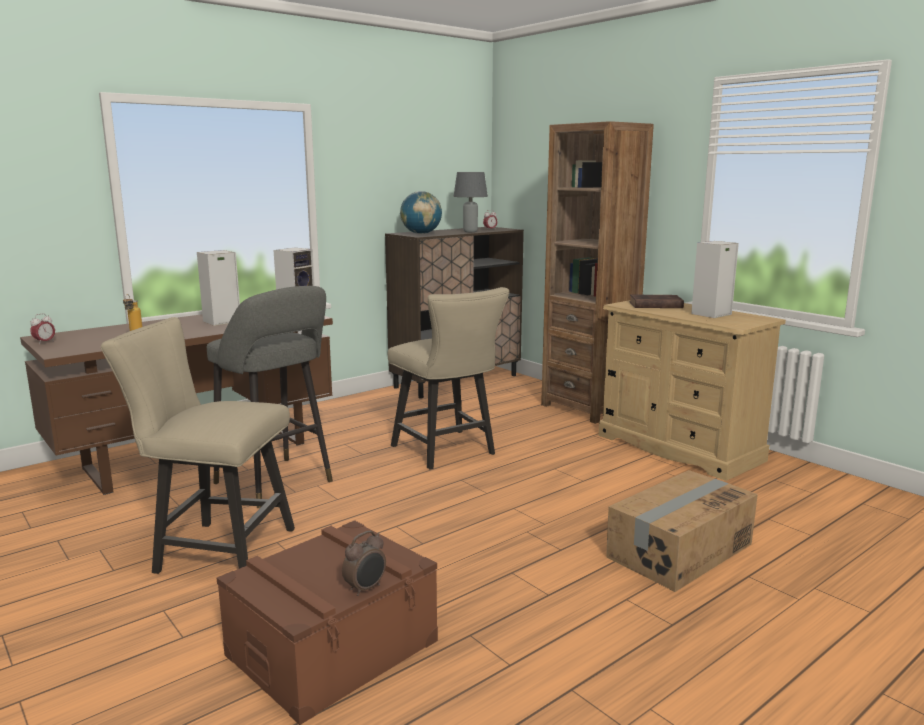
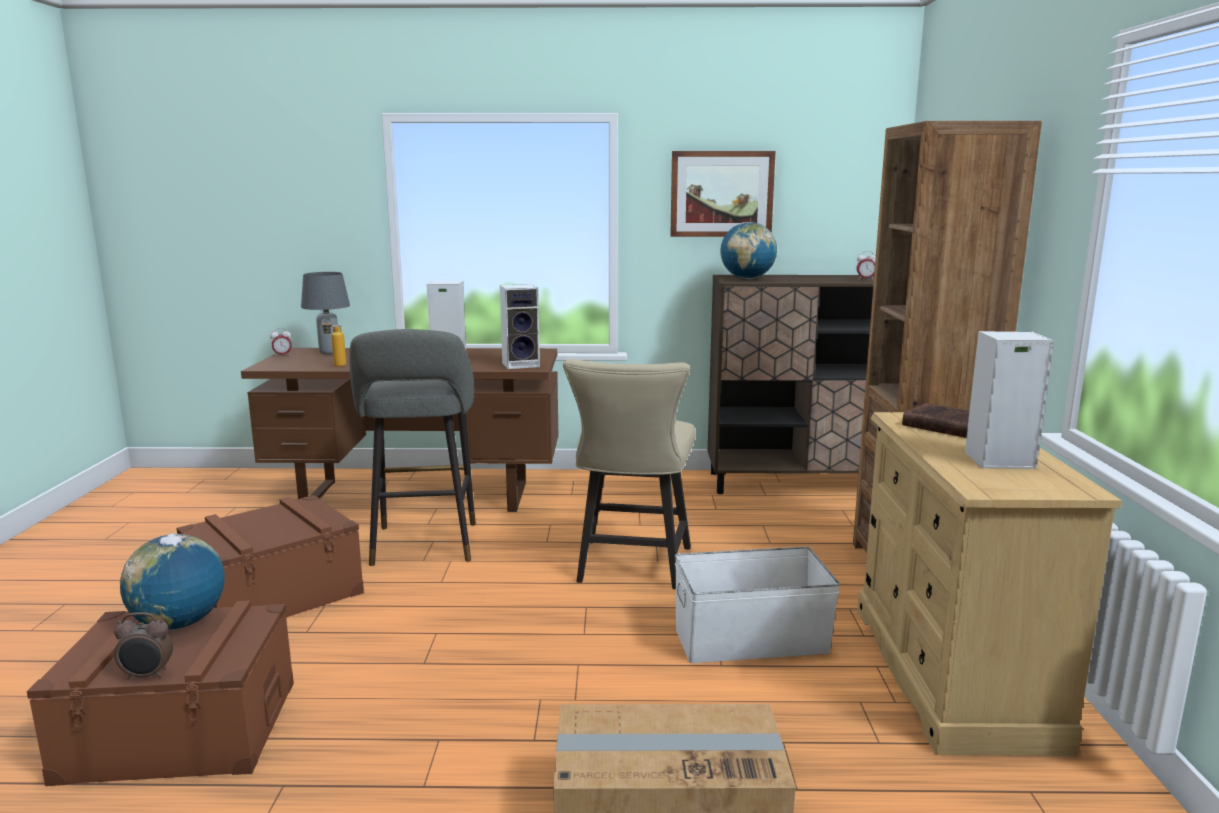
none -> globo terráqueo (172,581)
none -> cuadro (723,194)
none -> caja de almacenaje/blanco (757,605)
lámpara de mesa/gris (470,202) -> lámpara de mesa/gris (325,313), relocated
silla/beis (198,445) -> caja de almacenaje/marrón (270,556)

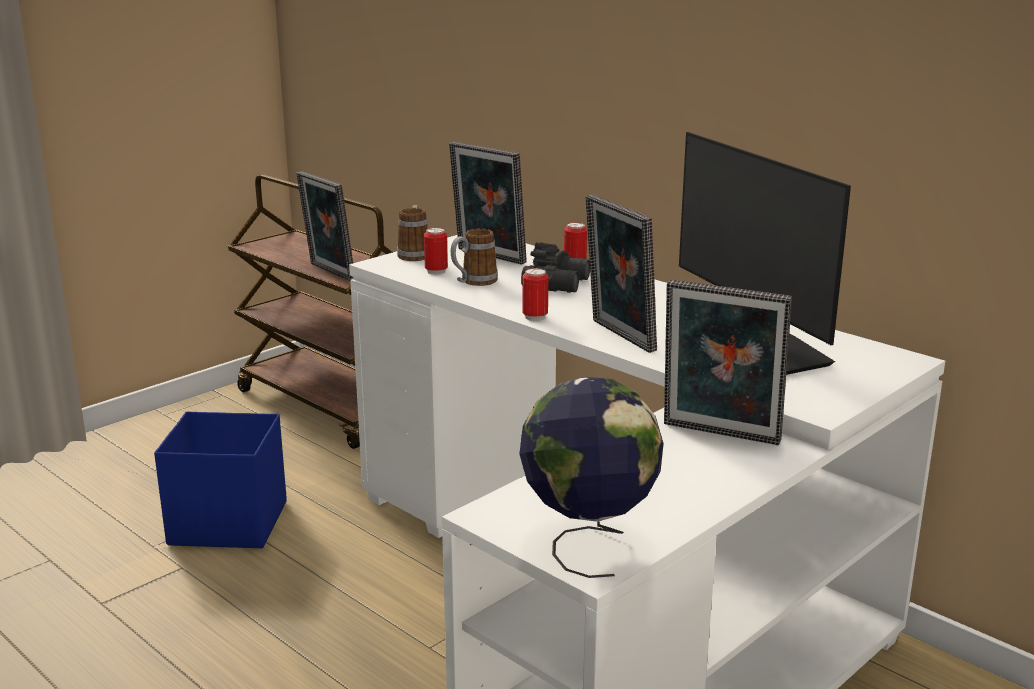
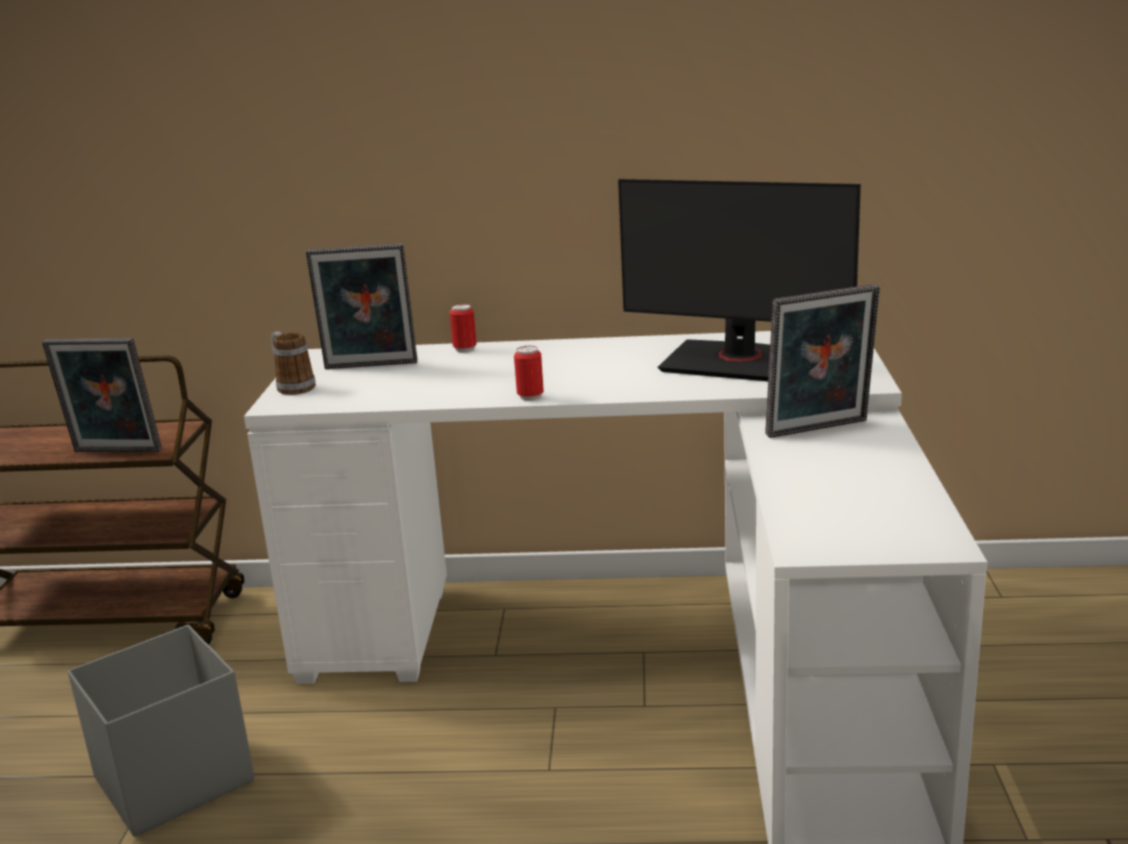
lata (436,251) -> none
taza grande (474,257) -> none
globo terráqueo (591,477) -> none
prismáticos/negro (555,268) -> none
portarretratos (621,273) -> none
caja de almacenaje/azul (220,479) -> caja de almacenaje/gris (161,731)

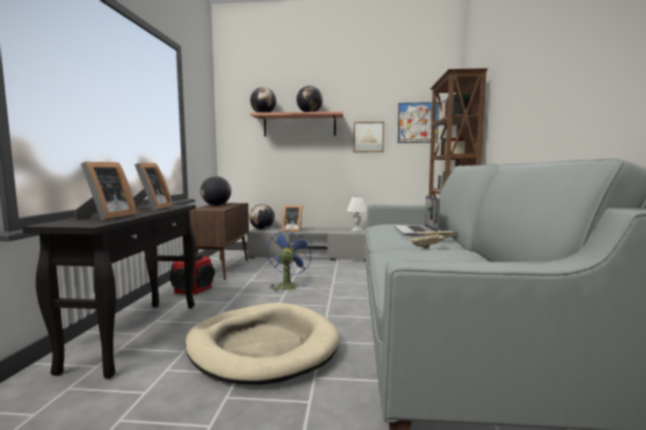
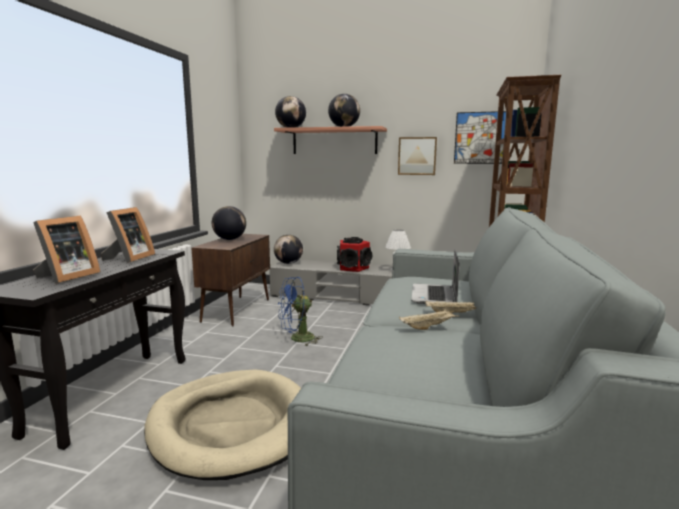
portarretratos (292,218) -> none
altavoz (192,273) -> altavoz (355,254), relocated
ventilador/azul (289,260) -> ventilador/azul (300,311), 135 degrees counterclockwise

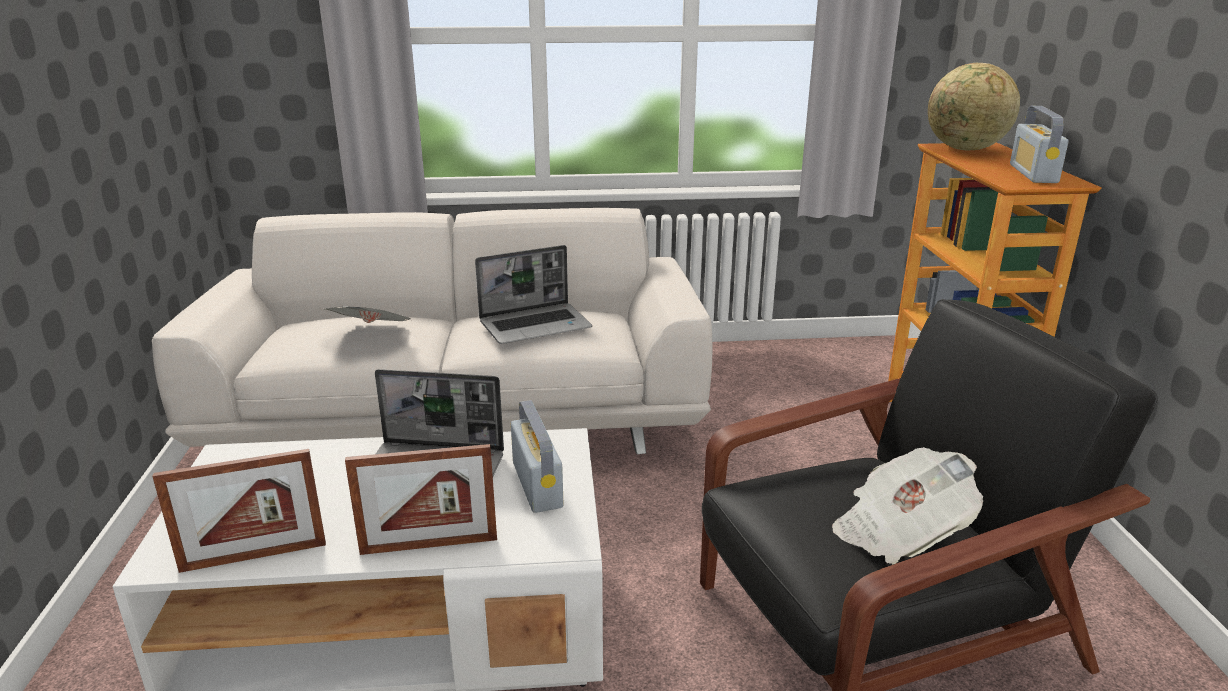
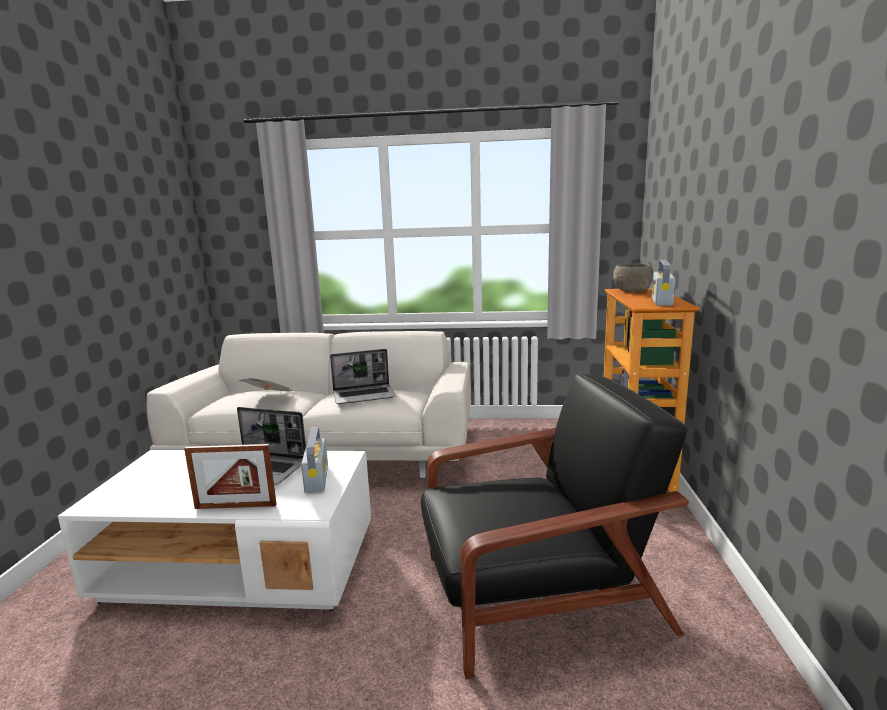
portarretratos (239,511) -> none
periódico (907,505) -> none
globo terráqueo (974,107) -> cuenco/gris (633,277)

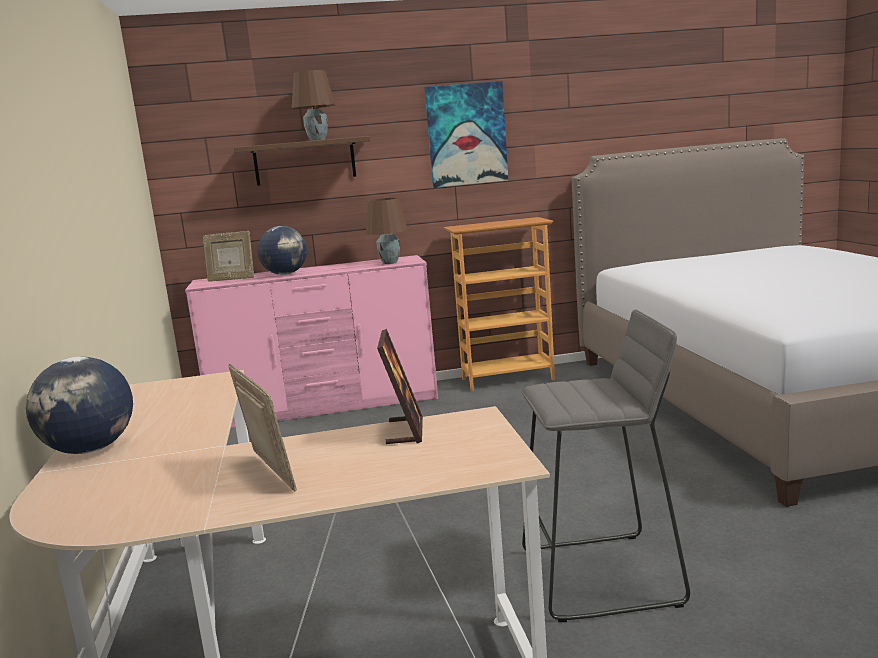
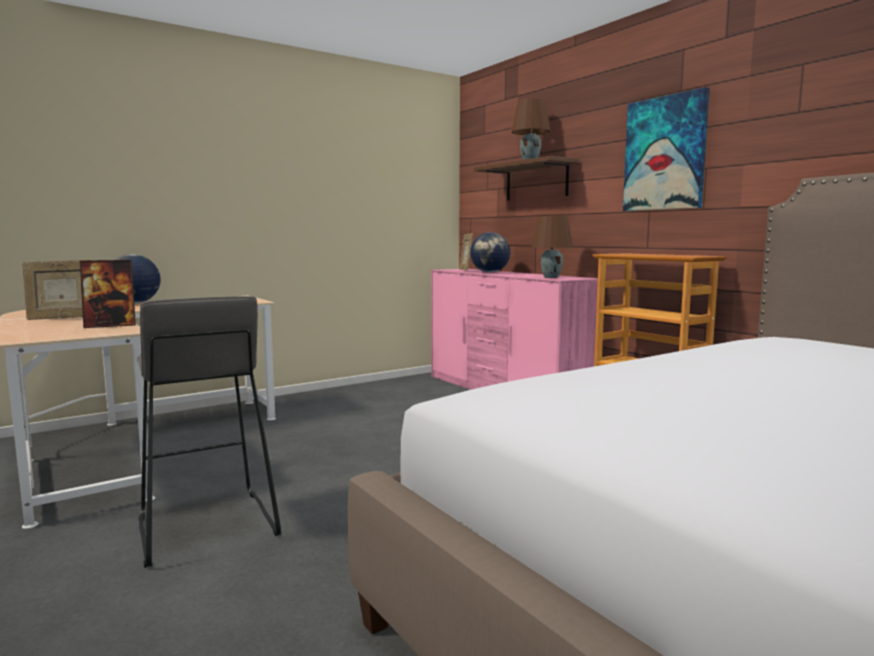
portarretratos (262,428) -> portarretratos (55,290), 45 degrees clockwise

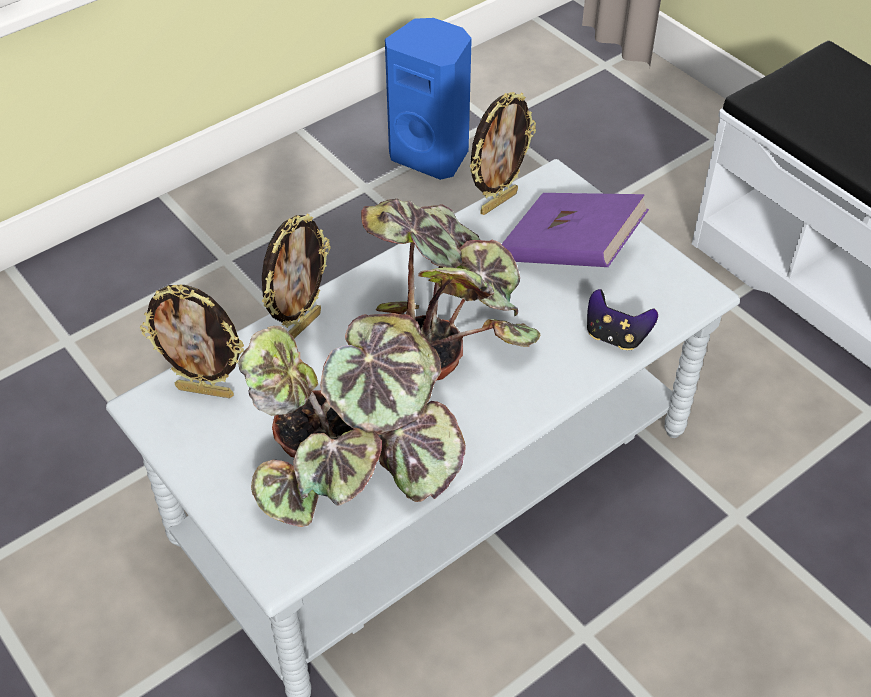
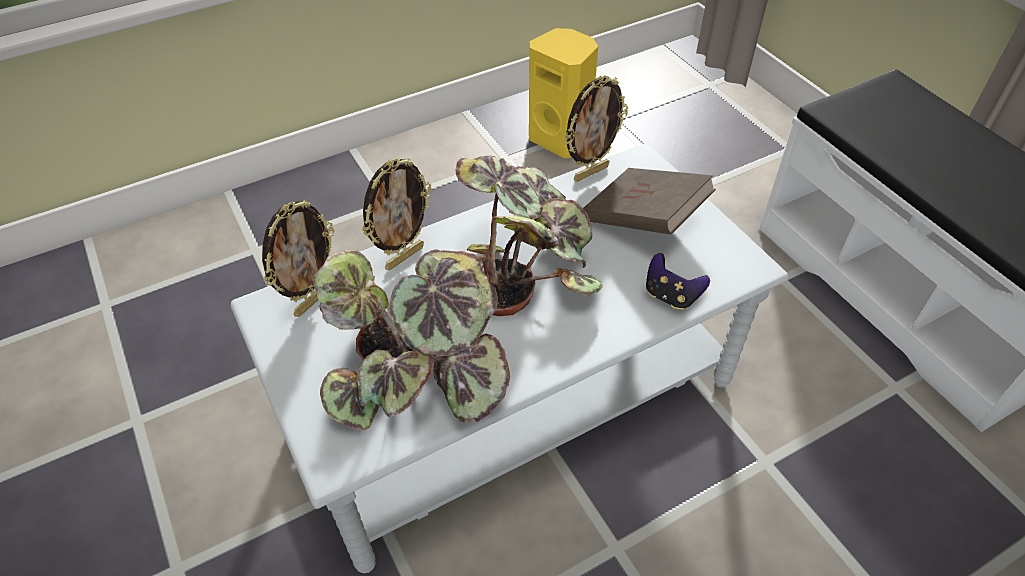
altavoz/azul (428,99) -> altavoz/amarillo (563,93)
libro/morado (575,230) -> libro/marrón (649,201)
portarretratos (192,341) -> portarretratos (298,258), 75 degrees counterclockwise

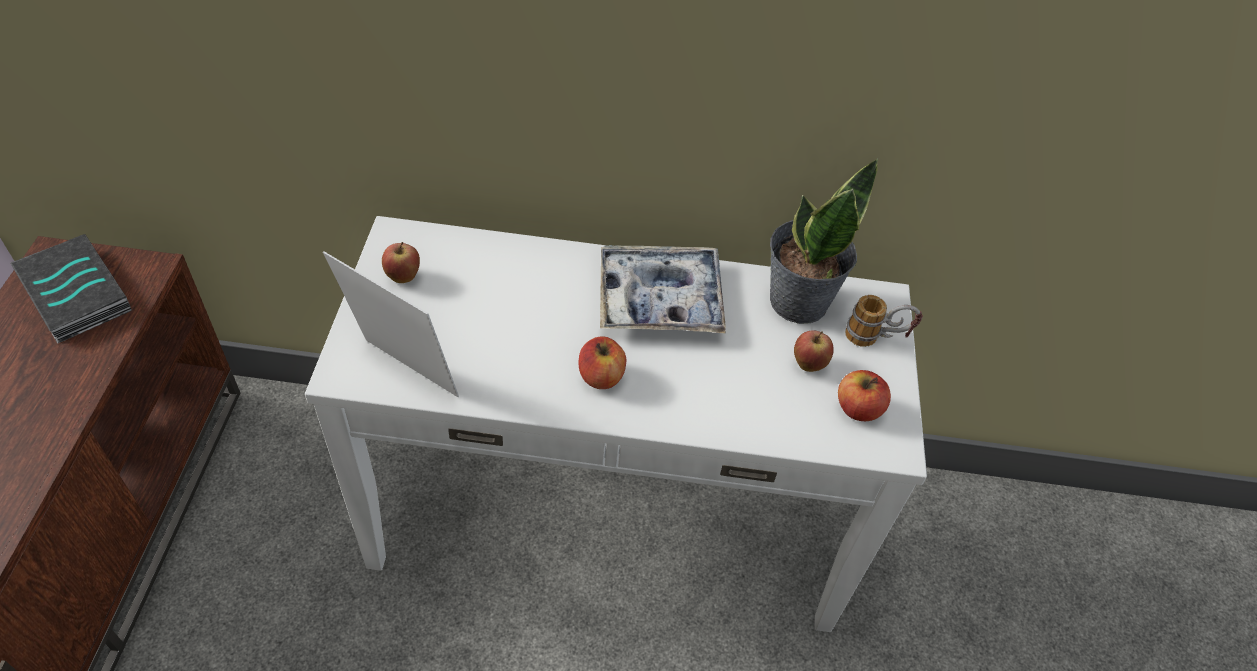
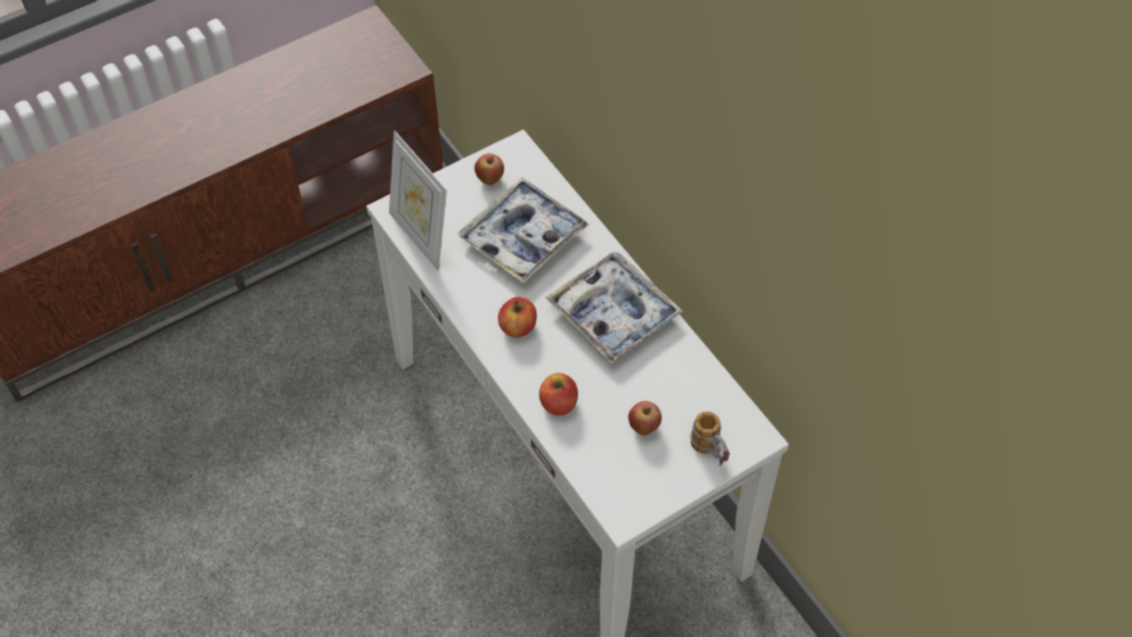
libro (71,288) -> none
planta en maceta (824,241) -> none
none -> bandeja (523,230)
manzana (864,395) -> manzana (558,394), relocated
portarretratos (391,324) -> portarretratos (418,201), 150 degrees clockwise

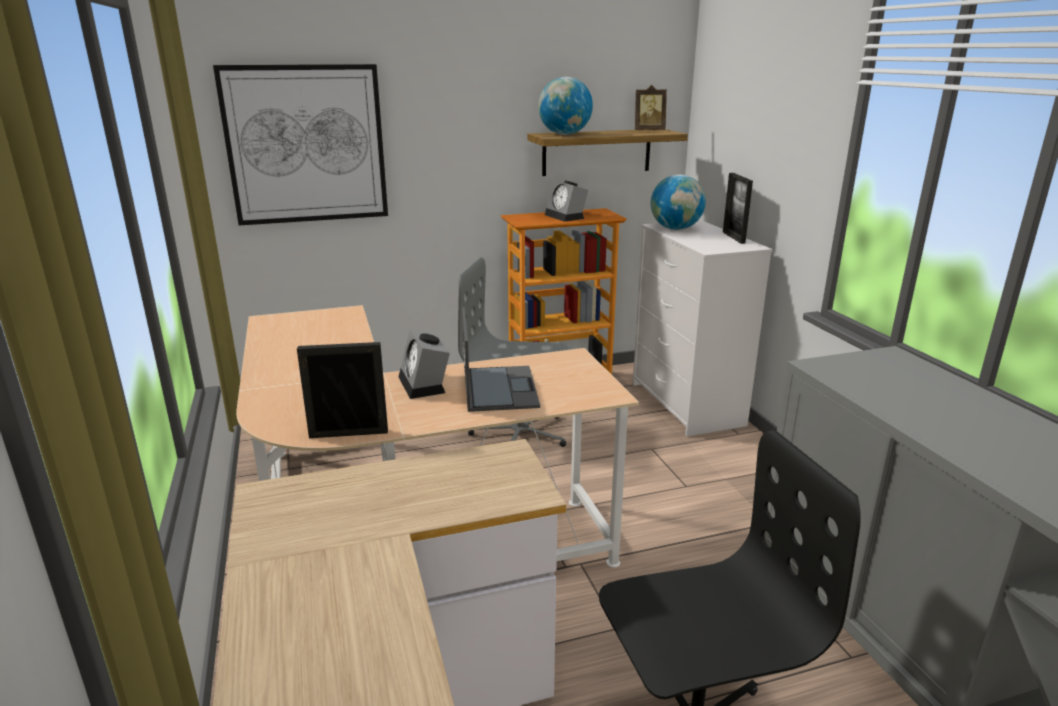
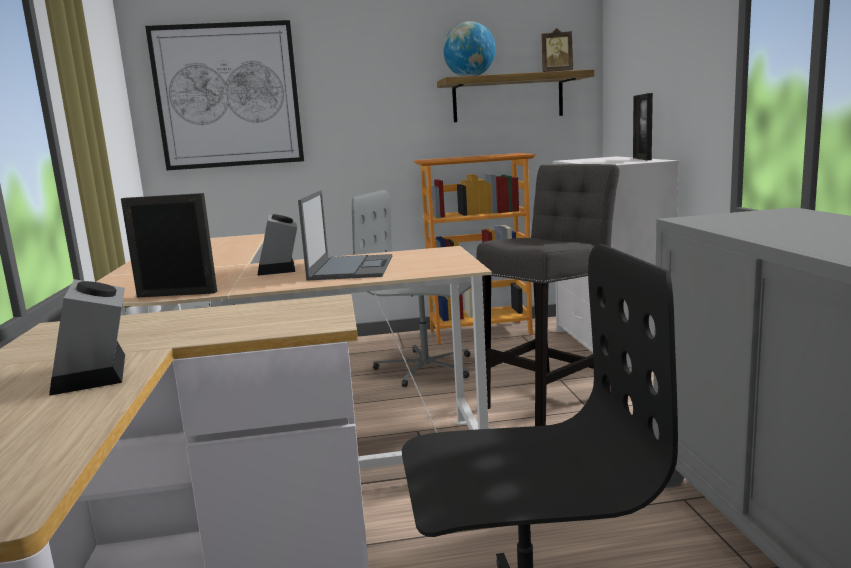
globo terráqueo (678,202) -> none
none -> taburete/gris (548,295)
despertador (566,201) -> despertador (87,337), relocated

